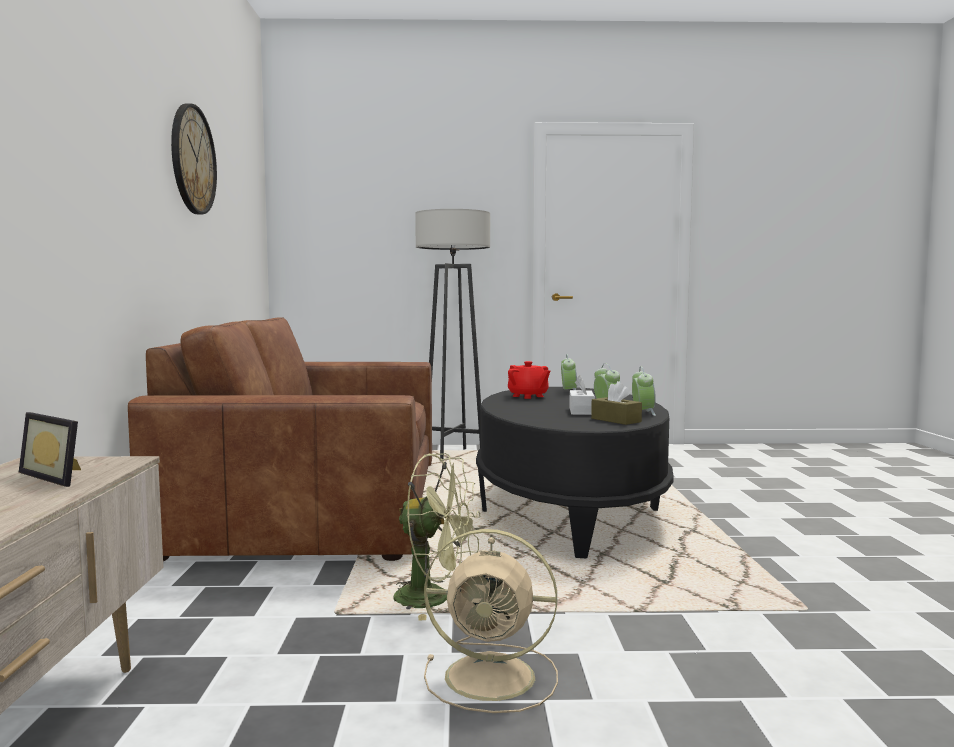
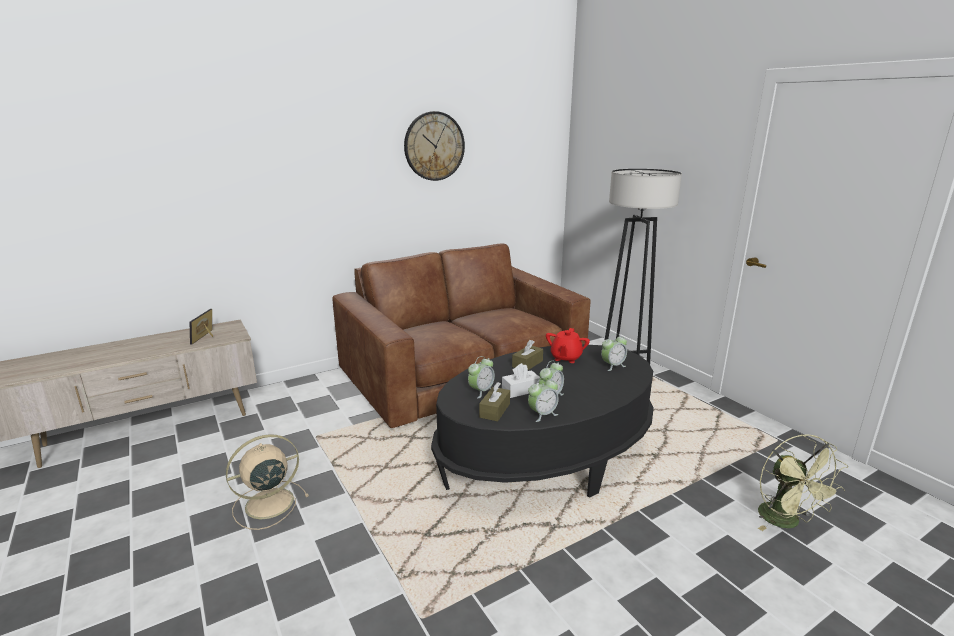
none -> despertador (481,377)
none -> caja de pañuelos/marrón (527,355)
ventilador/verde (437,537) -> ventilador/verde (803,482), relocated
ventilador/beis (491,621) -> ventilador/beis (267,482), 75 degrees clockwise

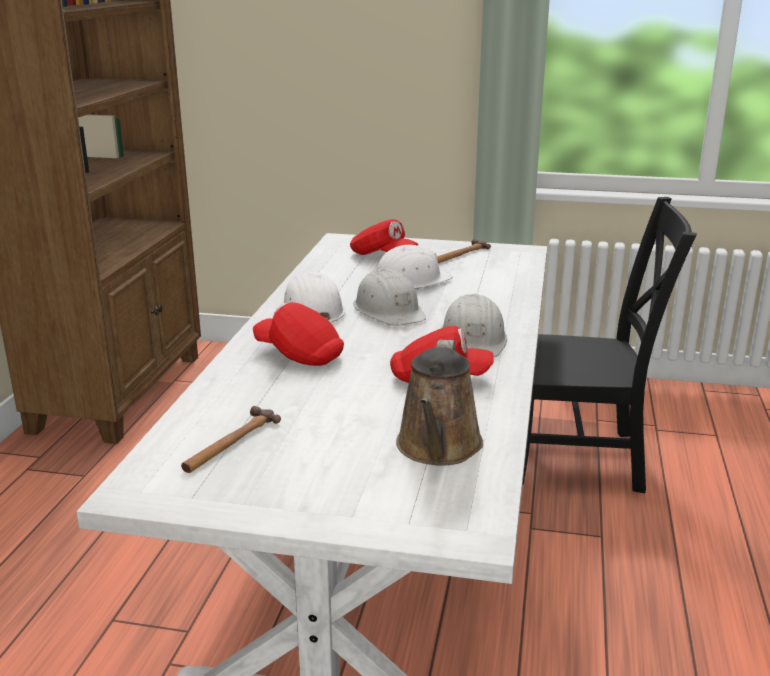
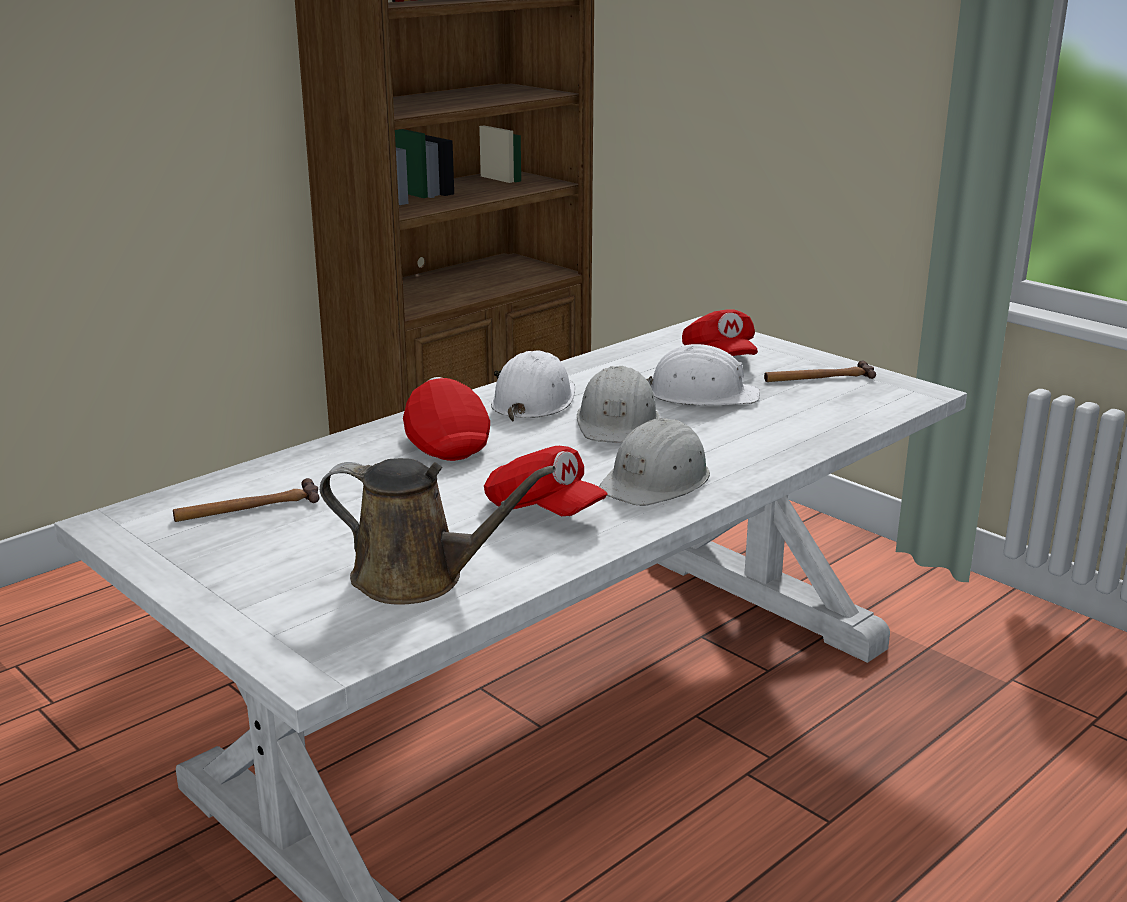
silla/negro (610,345) -> none
regadera/marrón (439,403) -> regadera/marrón (438,531), 120 degrees counterclockwise

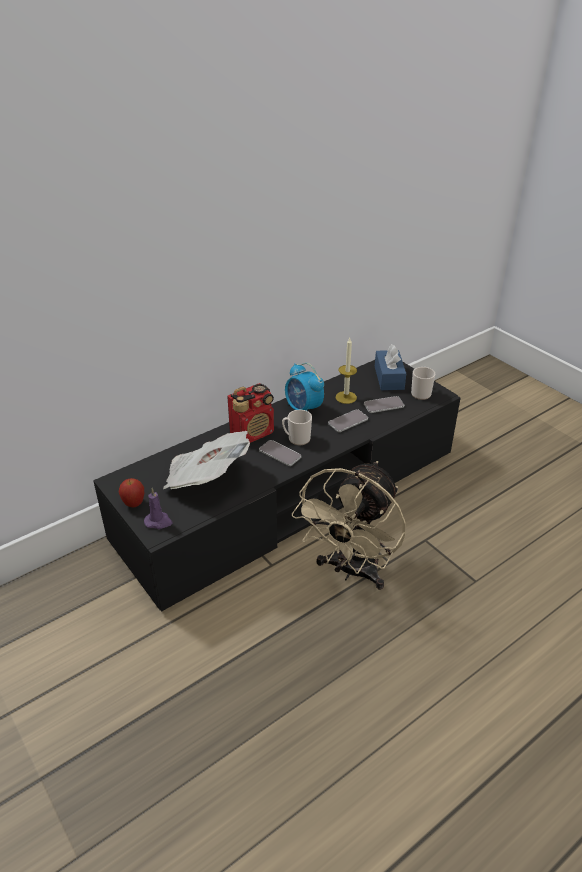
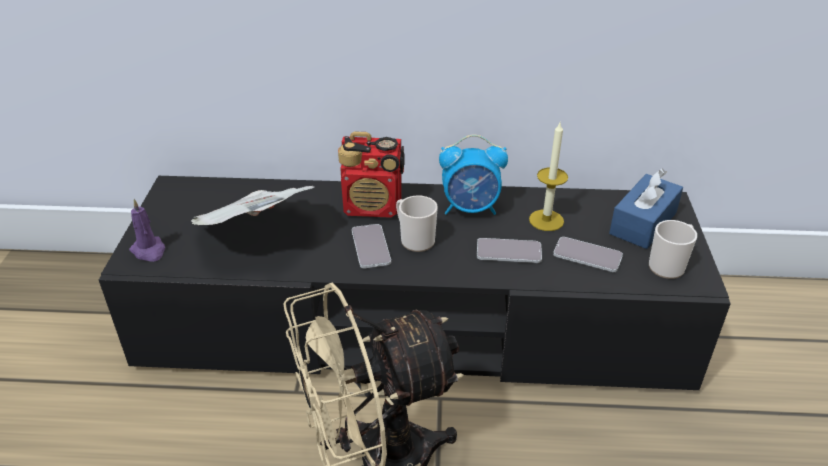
manzana (131,492) -> none
despertador (304,387) -> despertador (473,174), 90 degrees counterclockwise

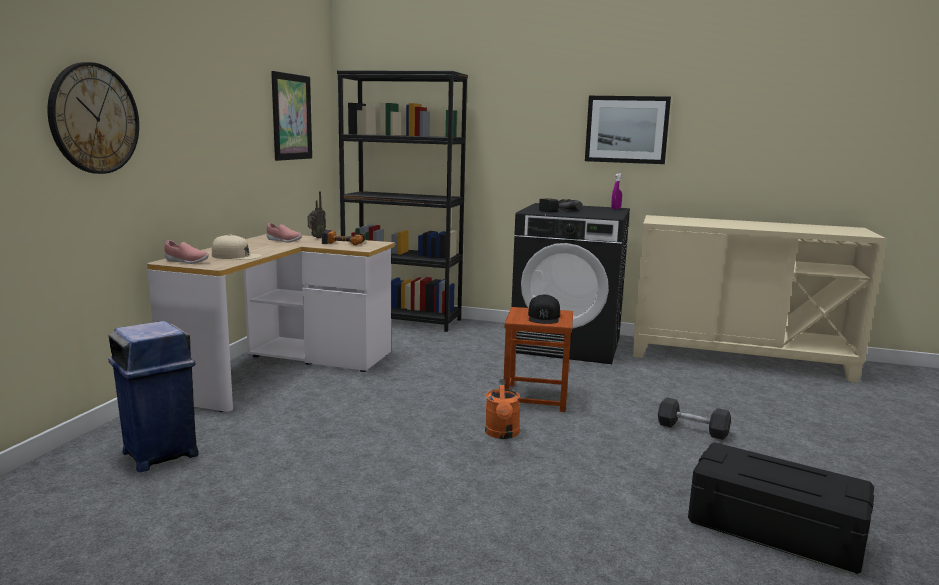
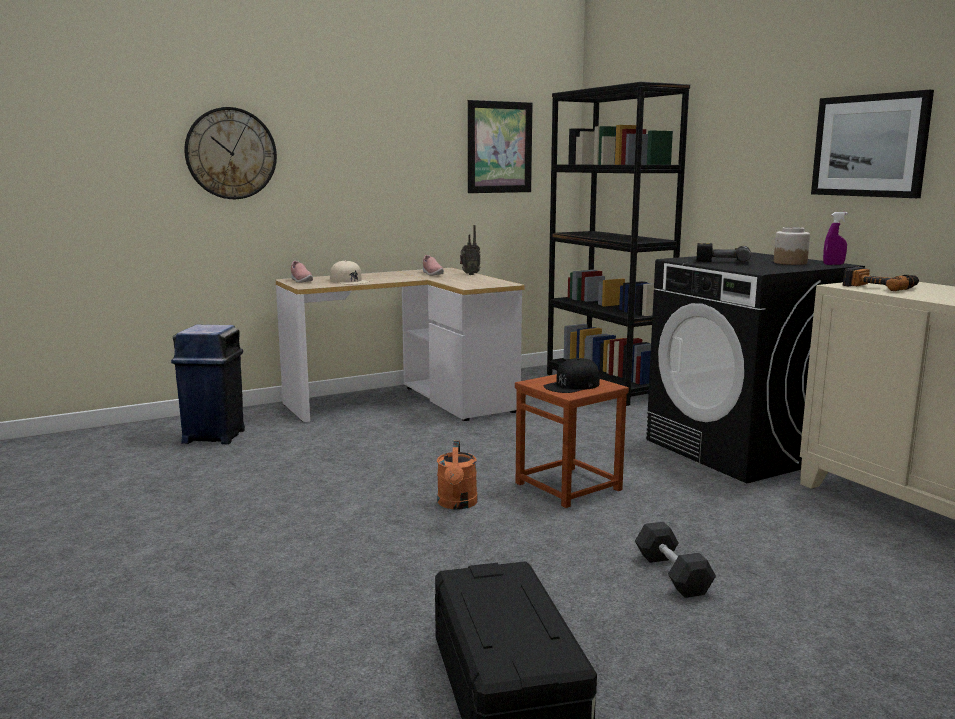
none -> tarro (792,246)
taladro (344,237) -> taladro (881,279), relocated
regadera/naranja (502,409) -> regadera/naranja (457,475), 45 degrees counterclockwise

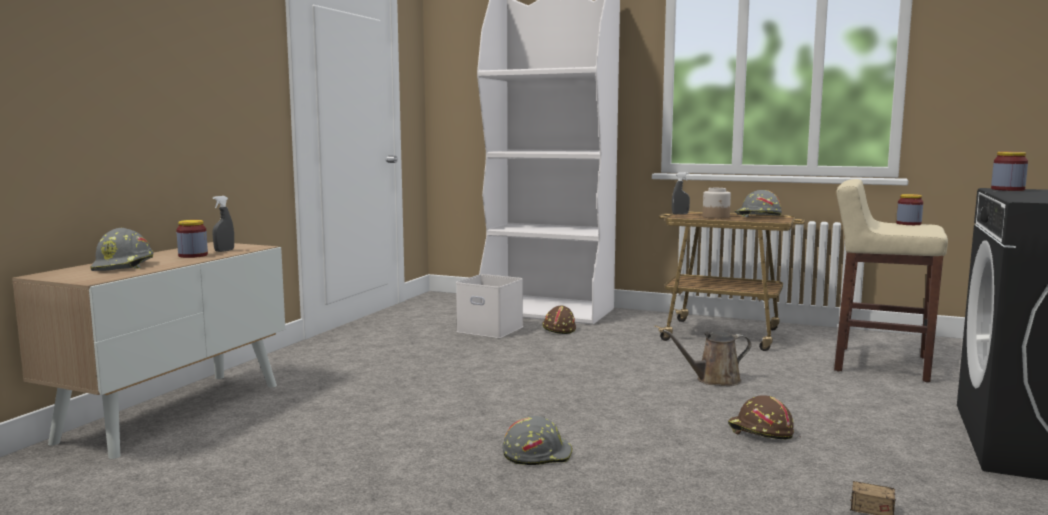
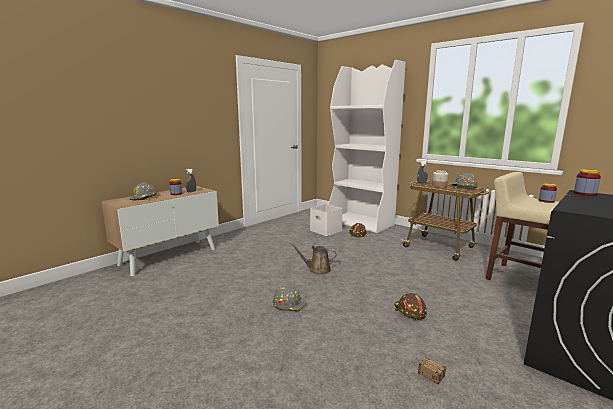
regadera/marrón (707,358) -> regadera/marrón (313,258), relocated

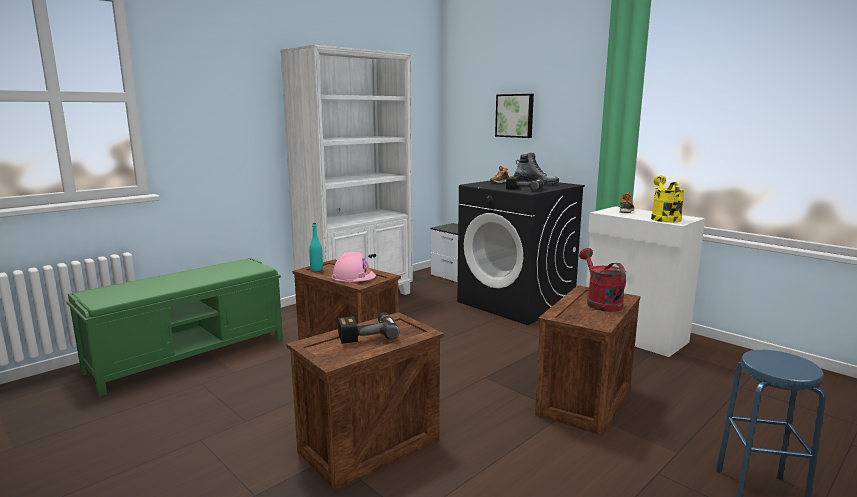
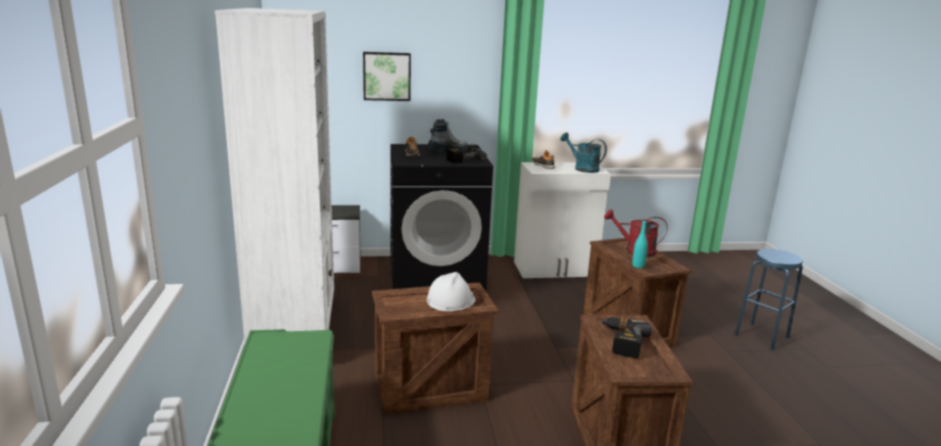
botella/turquesa (316,247) -> botella/turquesa (640,243), relocated
casco/rosa (353,267) -> casco/blanco (451,291)
regadera/amarillo (668,199) -> regadera/turquesa (583,153)

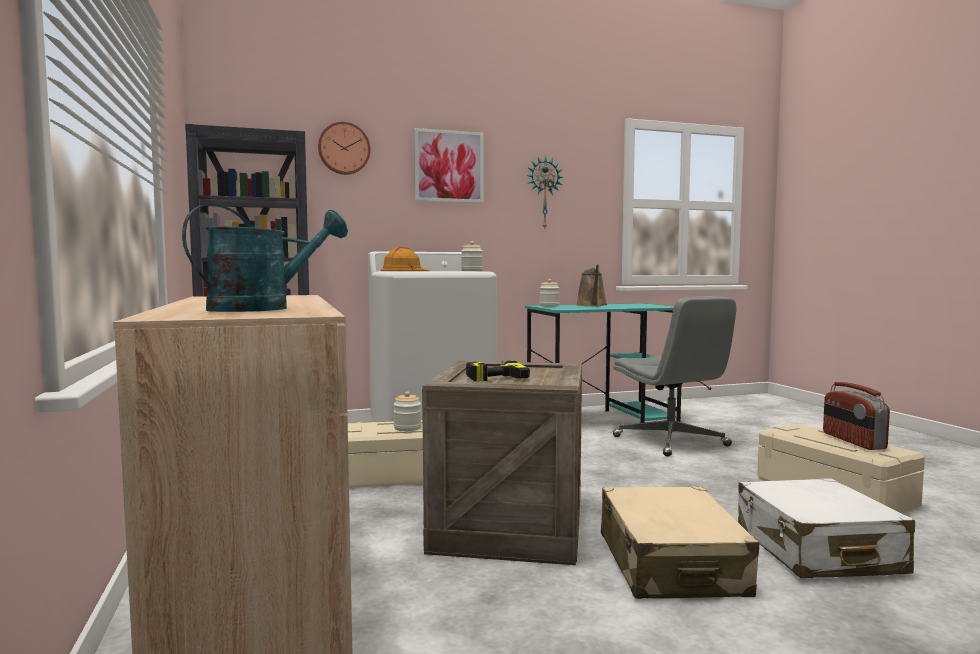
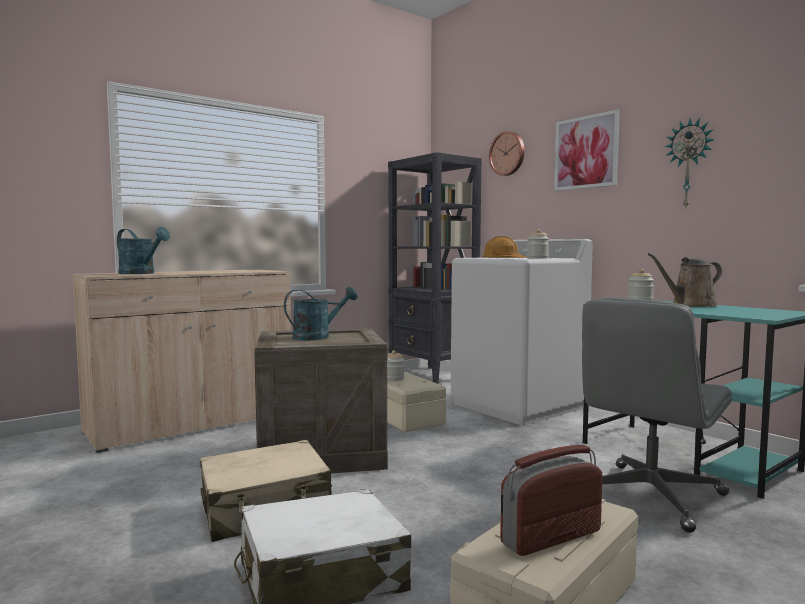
taladro (498,371) -> regadera/turquesa (321,314)

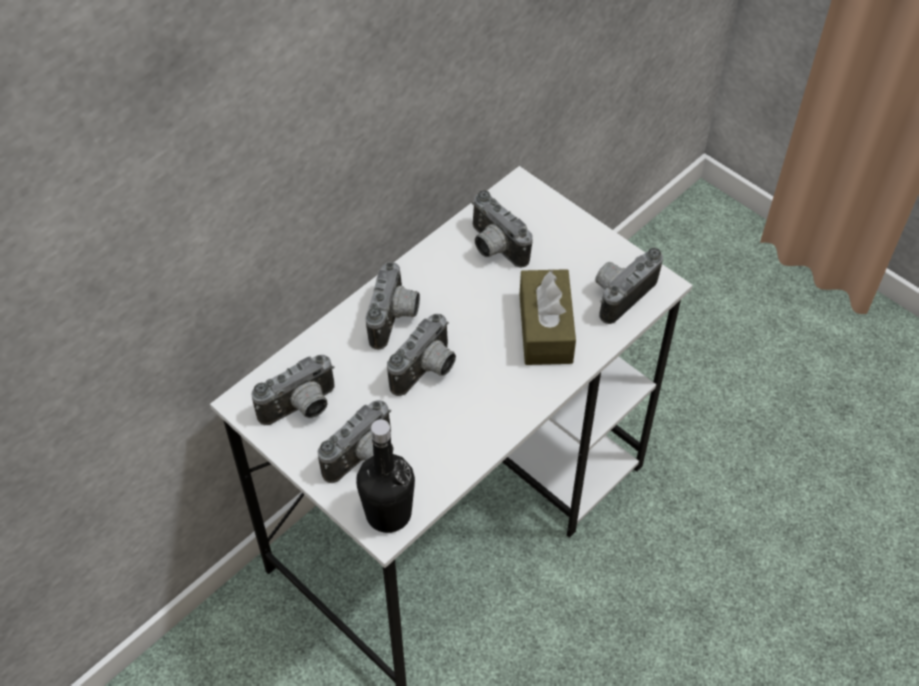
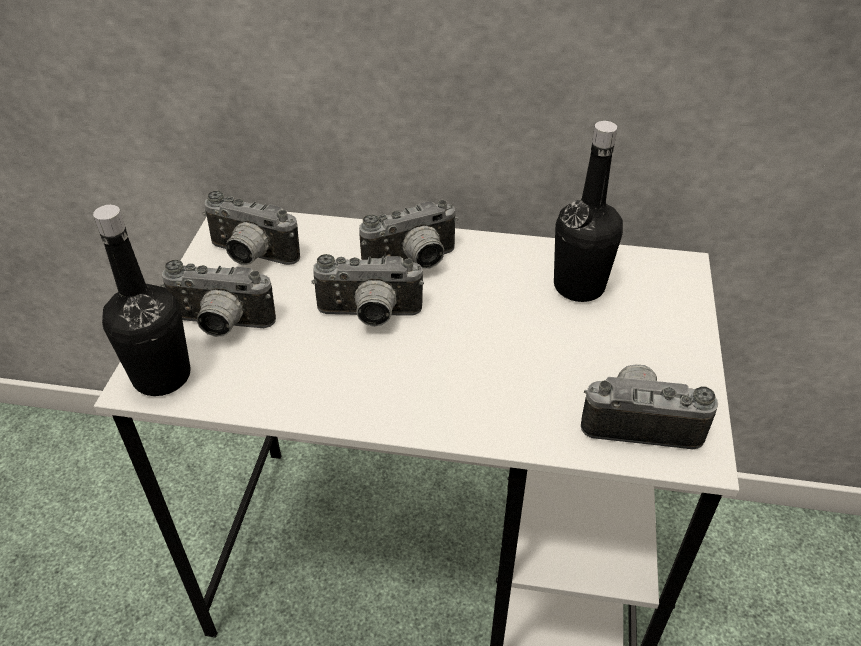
caja de pañuelos/marrón (547,317) -> none
cámara (502,229) -> botella/negro (588,211)

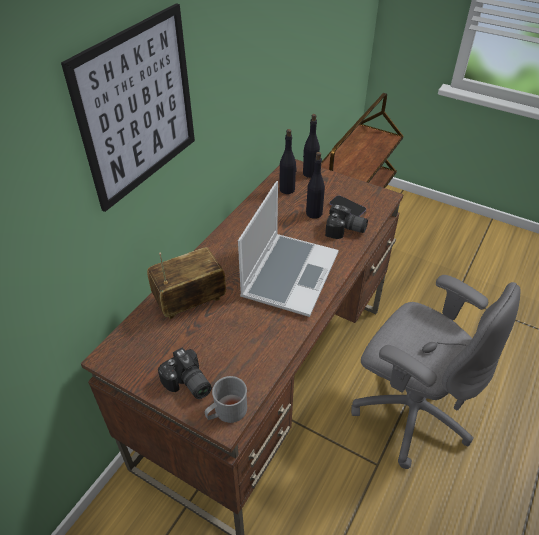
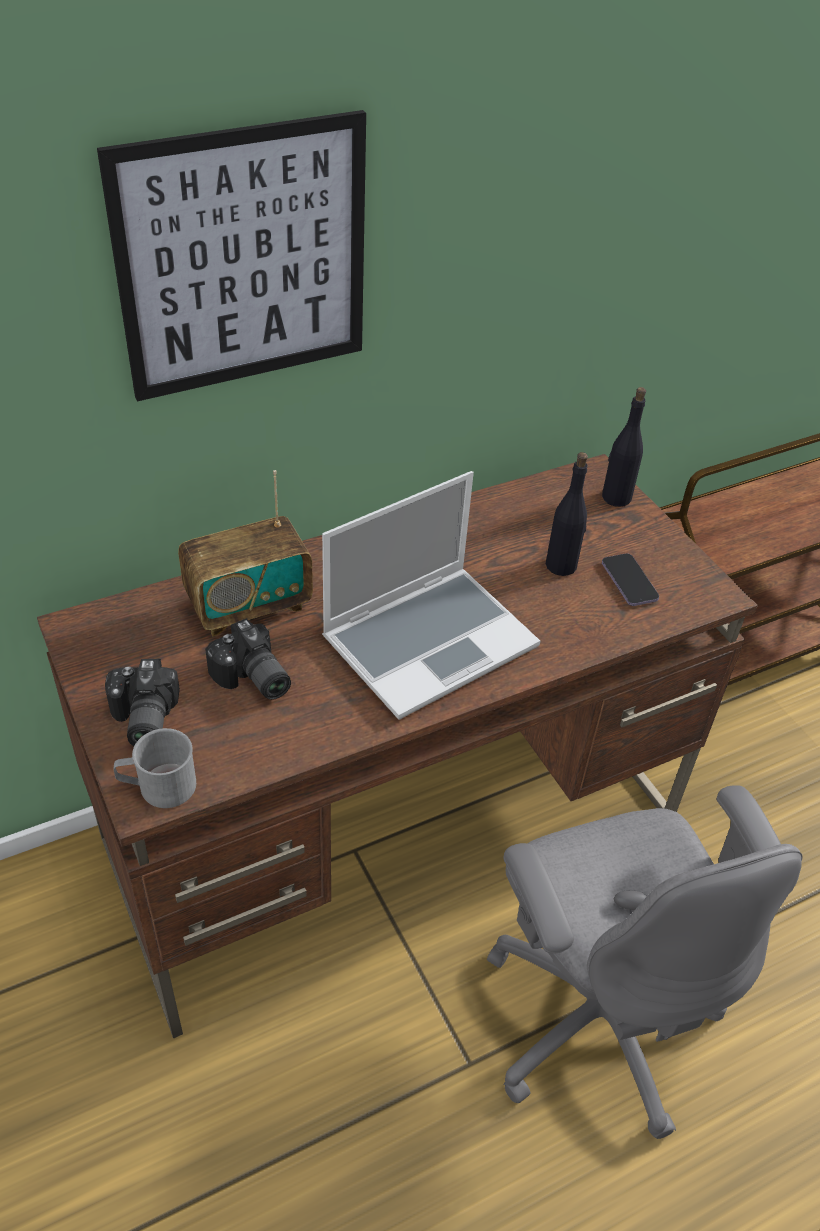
botella/negro (287,161) -> none
cámara (346,222) -> cámara (248,659), relocated
radio (186,283) -> radio (245,553), 150 degrees clockwise

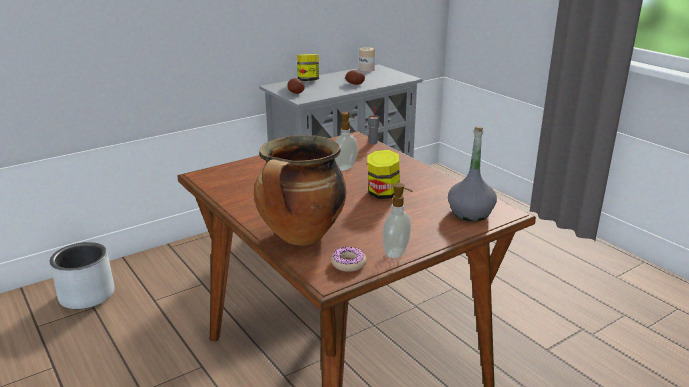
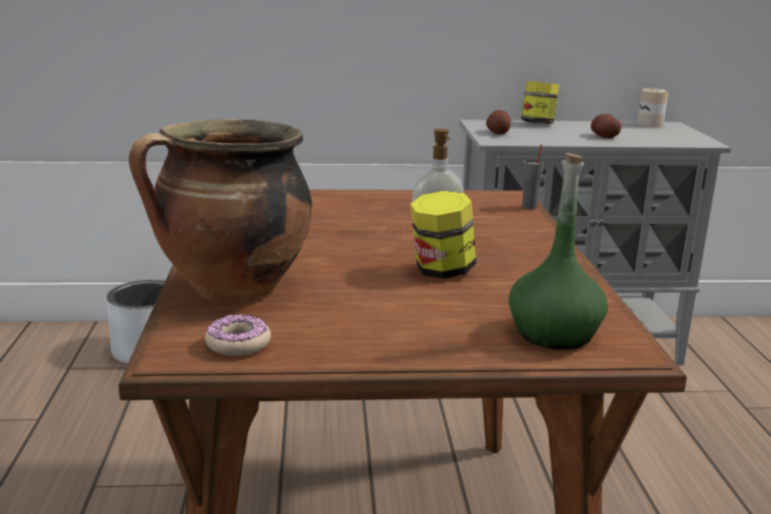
dispensador de jabón (398,220) -> none
botella/gris (472,173) -> botella/verde (558,251)

